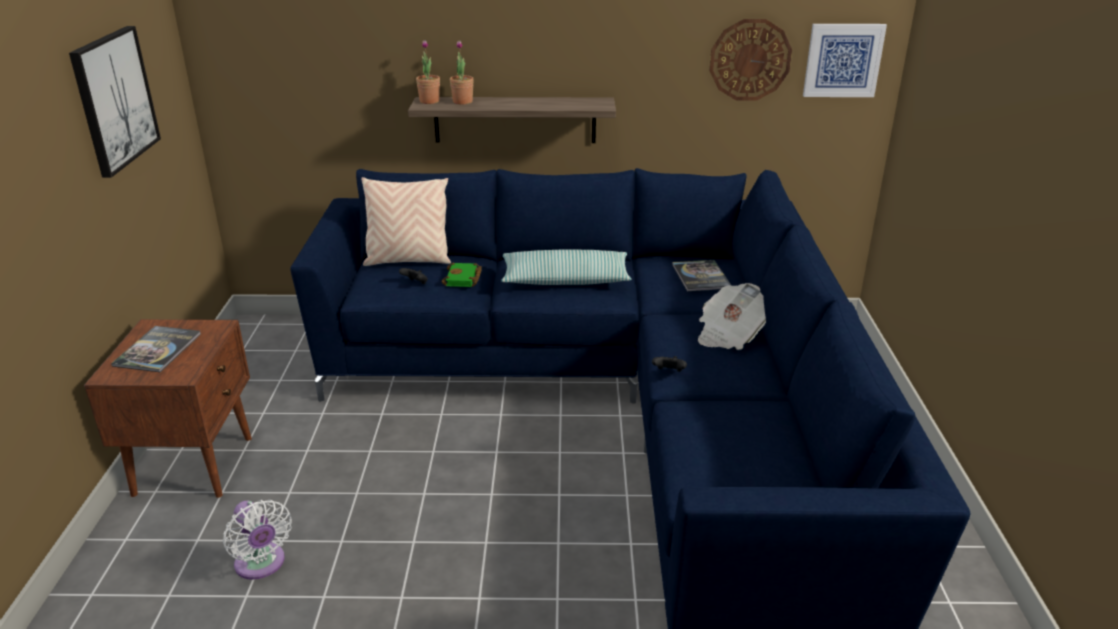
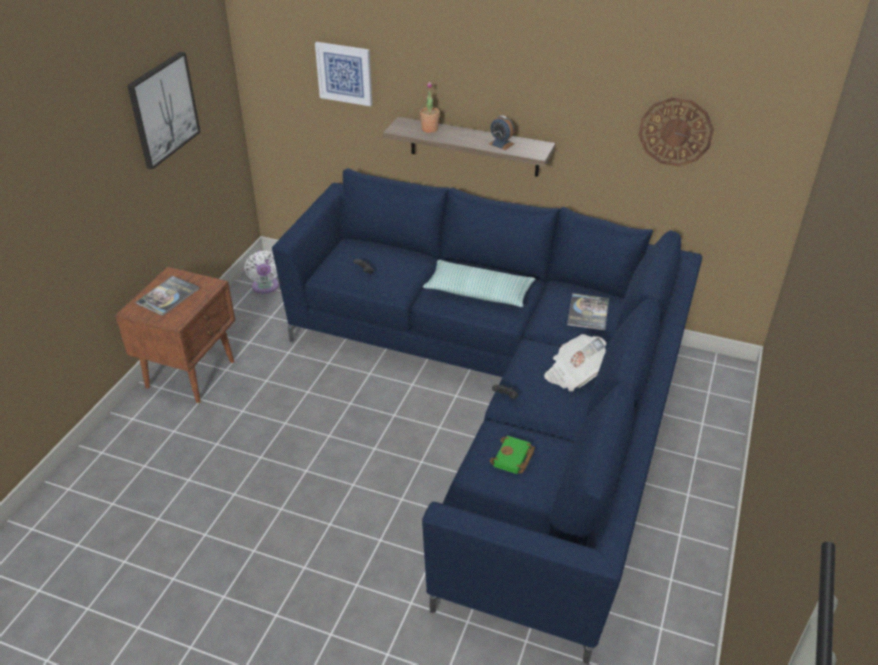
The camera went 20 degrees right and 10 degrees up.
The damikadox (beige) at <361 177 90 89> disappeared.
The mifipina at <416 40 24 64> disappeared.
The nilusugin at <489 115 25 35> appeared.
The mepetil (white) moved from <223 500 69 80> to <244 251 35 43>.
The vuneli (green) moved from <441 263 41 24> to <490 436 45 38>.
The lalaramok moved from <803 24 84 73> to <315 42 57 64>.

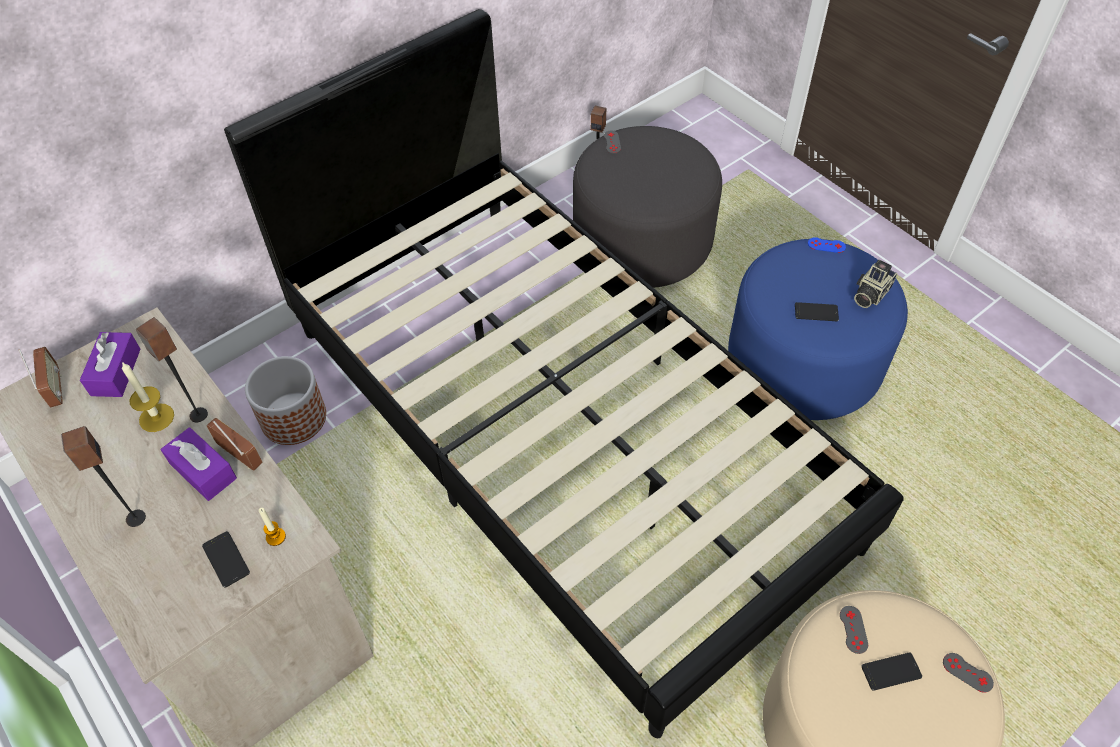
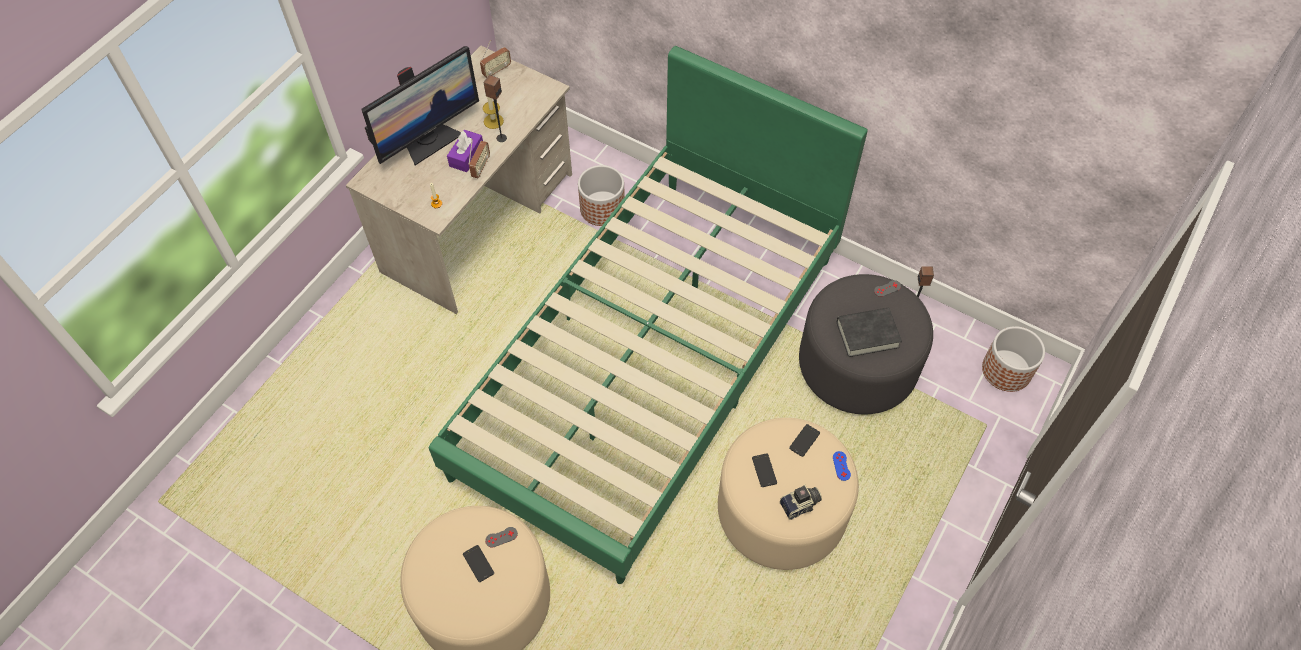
The camera went 70 degrees right and 5 degrees up.
The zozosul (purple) at <80 332 61 65> disappeared.
The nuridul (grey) at <943 653 51 40> disappeared.
The vuneli (black) at <837 308 65 49> appeared.
The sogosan at <982 326 63 66> appeared.
The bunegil moved from <202 531 48 57> to <789 424 31 33>.
The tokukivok at <61 426 85 101> was replaced by the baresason at <362 46 117 119>.
The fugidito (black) at <224 9 680 729> became the fugidito (green) at <429 46 439 538>.
The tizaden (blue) at <728 239 180 181> became the tizaden (beige) at <718 418 141 152>.
The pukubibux at <854 259 43 49> turned 135 degrees clockwise.

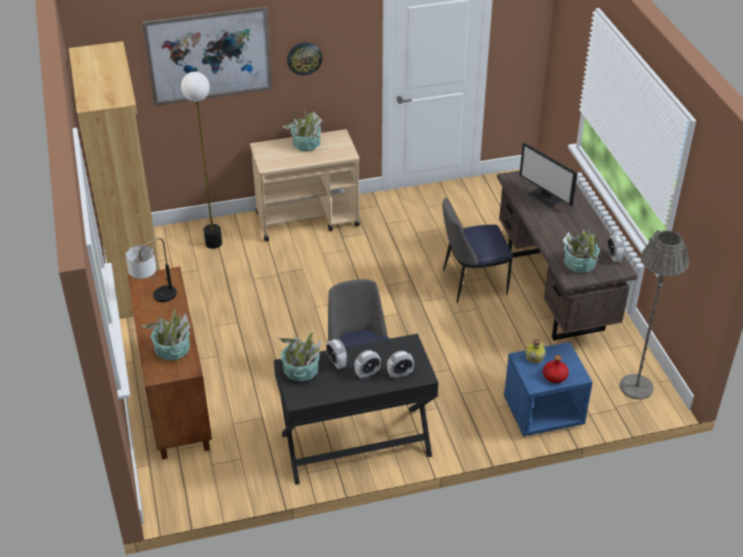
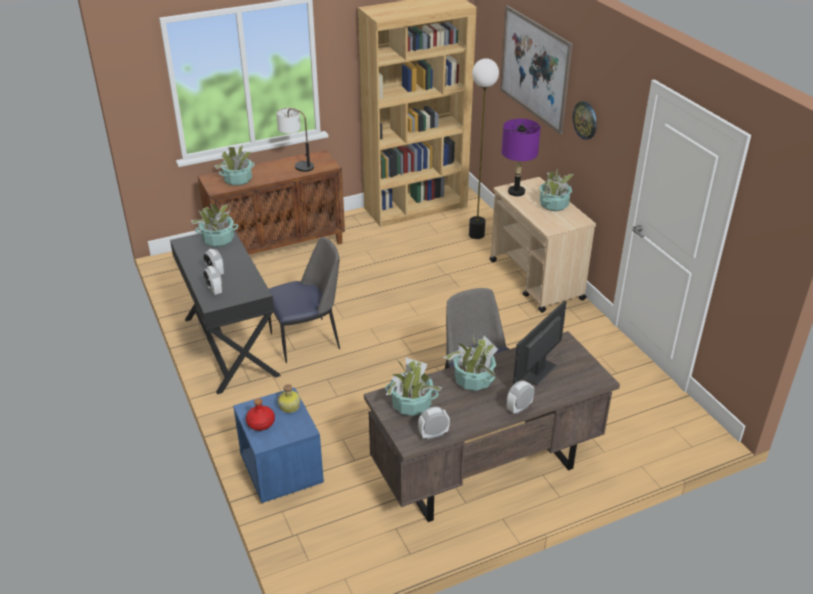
The camera went 80 degrees right and 5 degrees down.
The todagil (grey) at <620 230 69 169> disappeared.
The mifipina at <442 334 56 57> appeared.
The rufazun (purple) at <501 119 40 77> appeared.
The nilusugin moved from <326 339 21 30> to <507 381 27 33>.

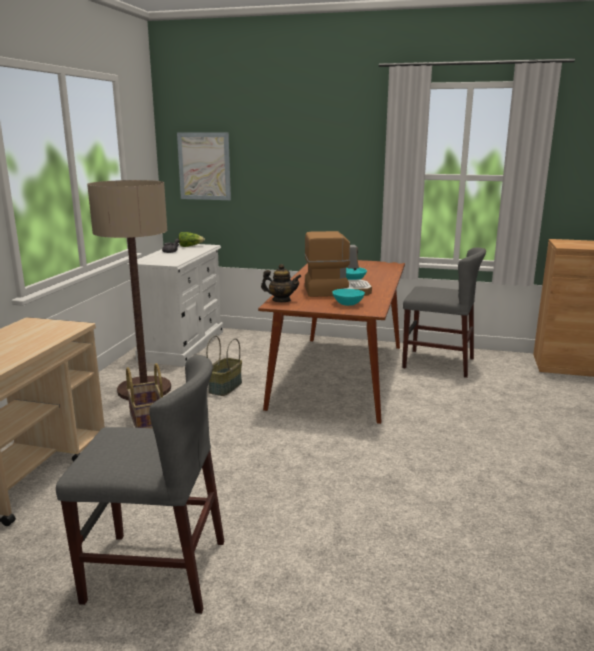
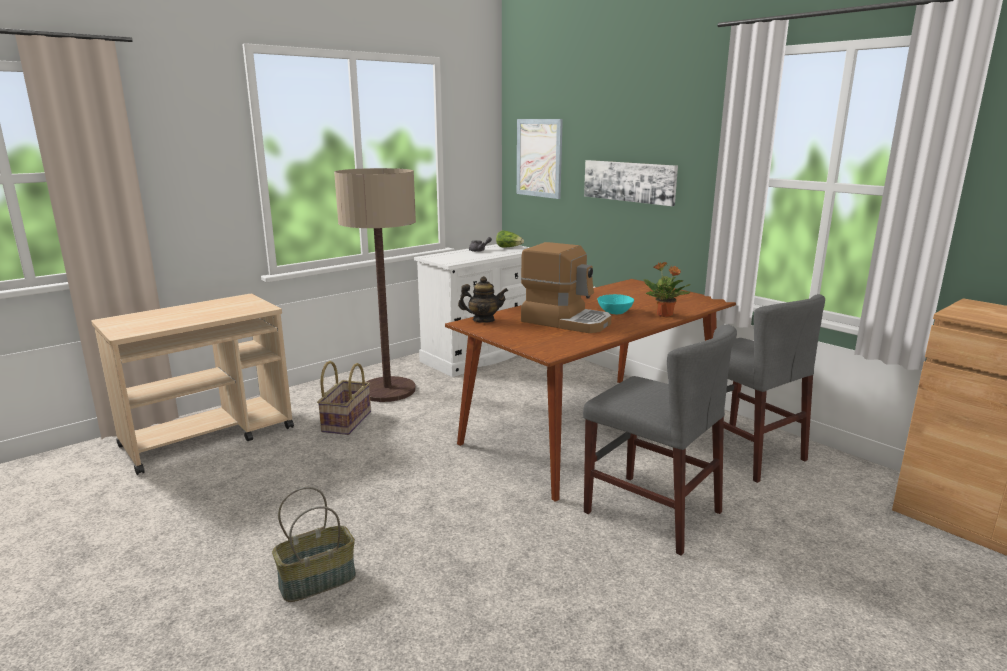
The camera went 35 degrees right and 0 degrees up.
The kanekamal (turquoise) at <332 289 33 17> disappeared.
The lalaramok at <584 160 94 46> appeared.
The mifipina at <644 262 47 55> appeared.
The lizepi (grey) moved from <56 355 168 259> to <583 324 154 232>.
The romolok moved from <206 336 36 60> to <272 487 84 115>.
The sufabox at <261 264 41 38> turned 45 degrees counterclockwise.

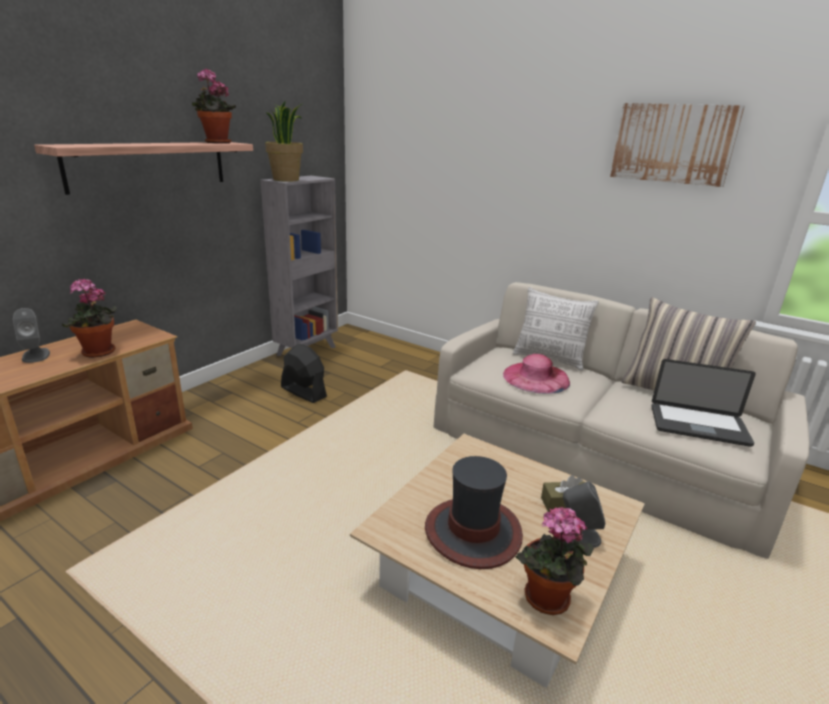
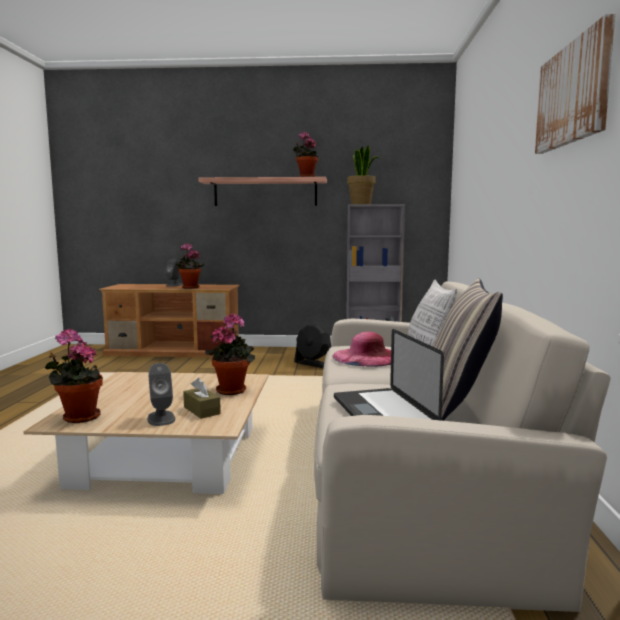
The camera went 60 degrees right and 15 degrees down.
The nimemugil at <425 456 98 113> disappeared.
The mifipina at <205 313 50 82> appeared.
The mepetil (black) at <281 344 46 59> turned 120 degrees clockwise.

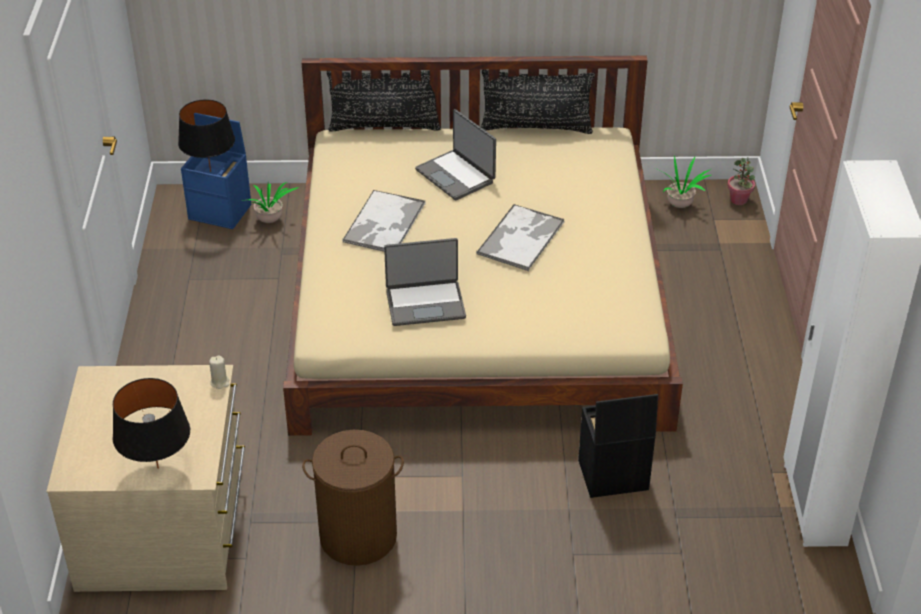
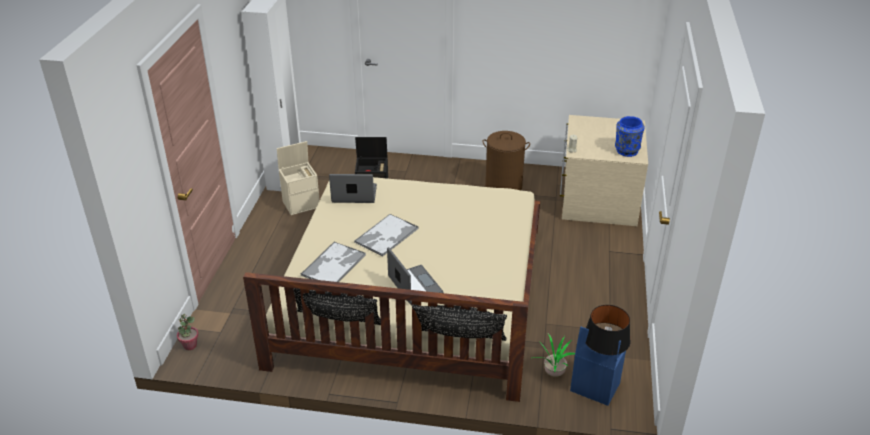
The camera went 170 degrees left and 5 degrees down.
The rufazun (black) at <113 378 77 91> disappeared.
The mifipina at <658 155 53 53> disappeared.
The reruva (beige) at <277 141 43 74> appeared.
The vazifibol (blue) at <615 116 30 41> appeared.
The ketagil moved from <342 190 83 62> to <300 241 66 41>.
The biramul moved from <384 238 82 88> to <329 174 48 29>.

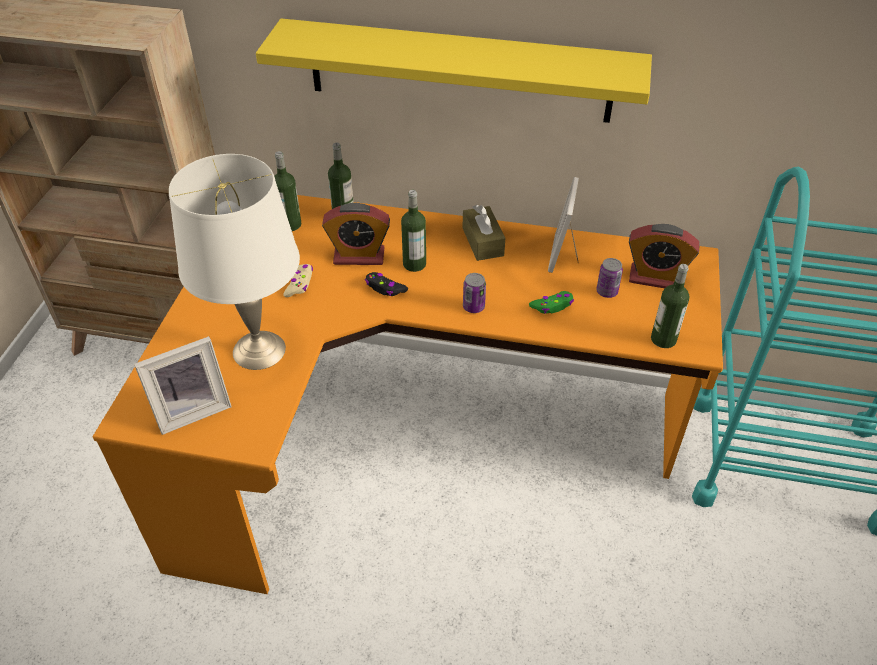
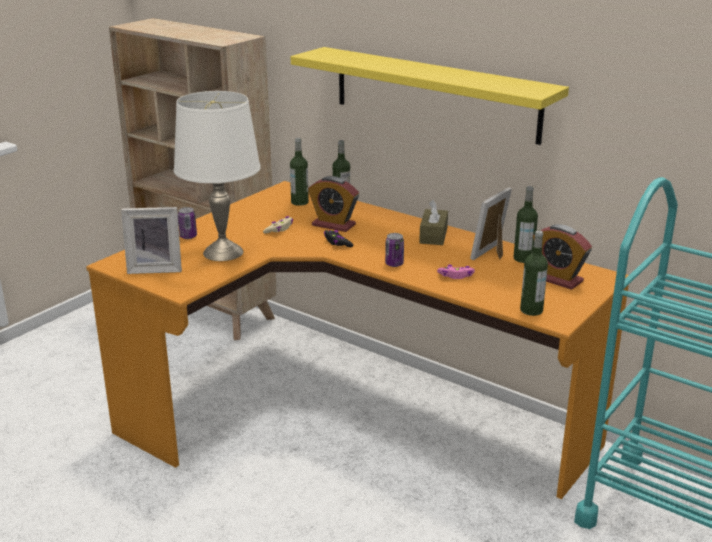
The camera went 25 degrees right and 20 degrees down.
The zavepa moved from <401 190 25 82> to <514 186 24 77>.
The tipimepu moved from <596 258 27 40> to <178 207 19 32>.
The nuridul (green) at <529 291 45 23> became the nuridul (pink) at <437 265 38 14>.

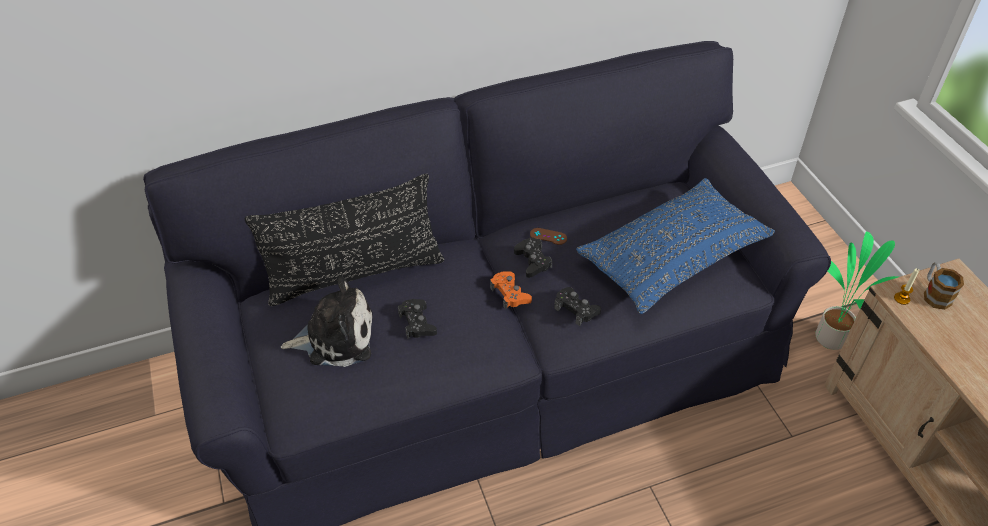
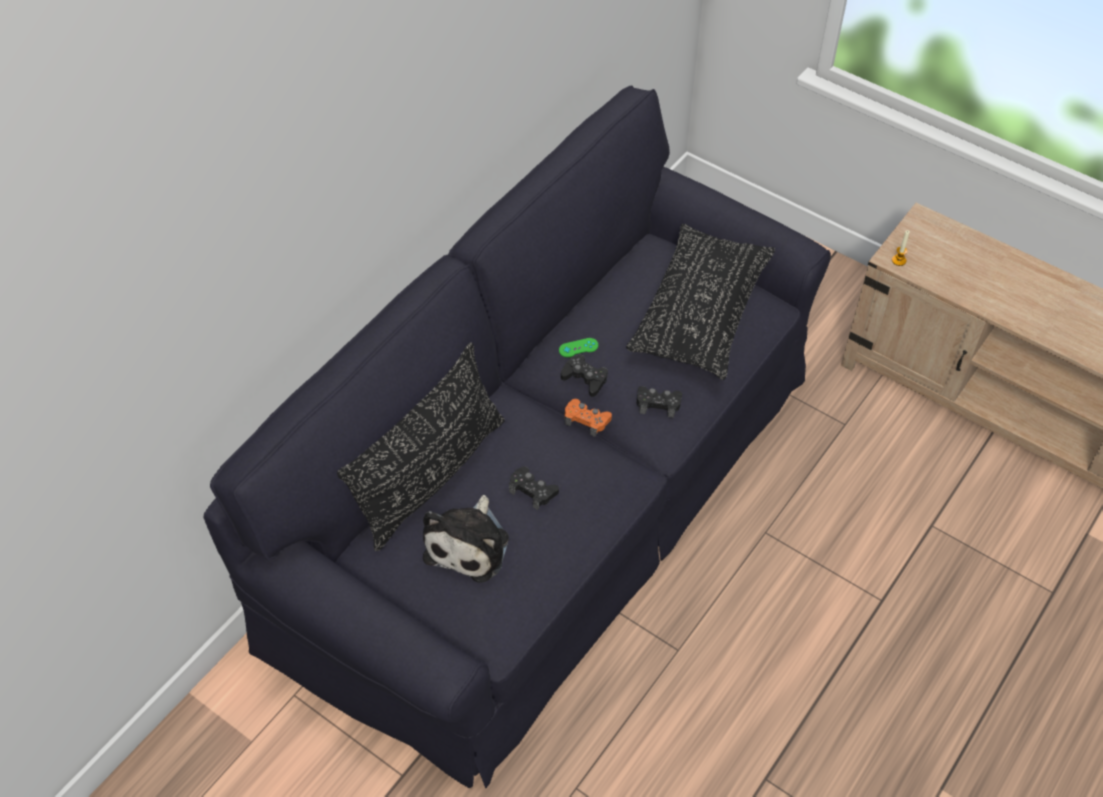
The camera went 35 degrees left and 5 degrees up.
The mifipina at <815 231 83 119> disappeared.
The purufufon at <924 262 40 48> disappeared.
The nuridul (brown) at <530 228 37 17> became the nuridul (green) at <559 338 39 19>.
The damikadox (blue) at <576 178 199 136> became the damikadox (black) at <626 224 149 156>.
The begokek at <281 276 92 91> turned 150 degrees clockwise.

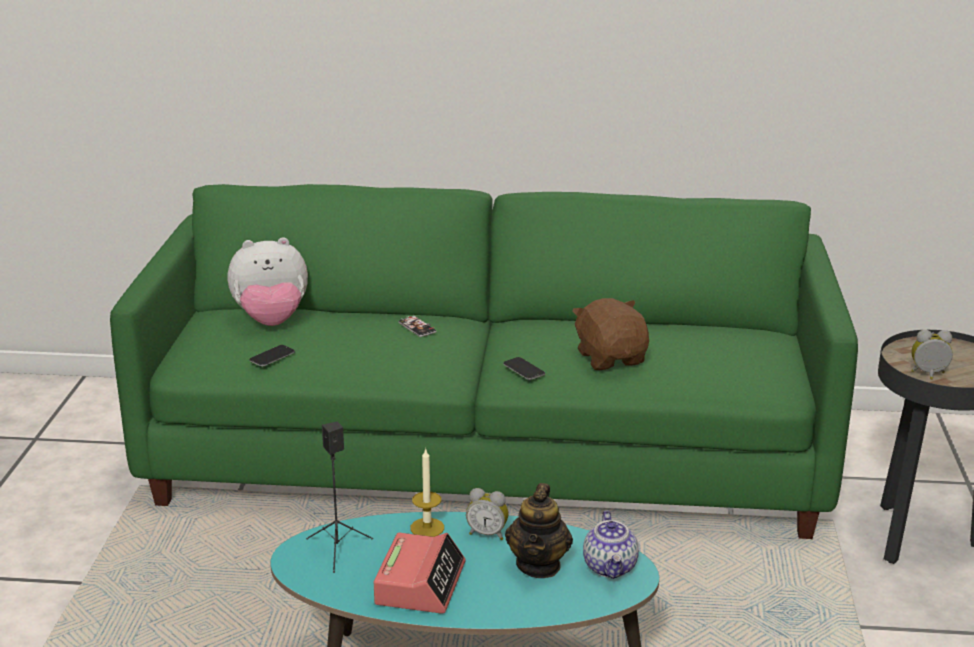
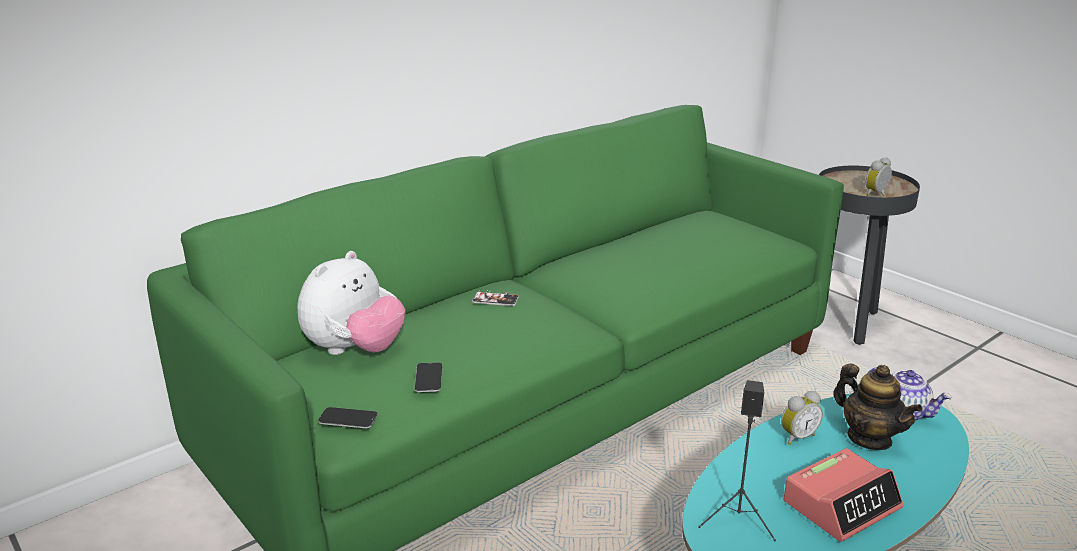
The camera went 45 degrees left and 0 degrees up.
The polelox at <410 448 34 89> disappeared.
The begokek (brown) at <572 298 77 72> disappeared.
The bunegil moved from <503 357 42 23> to <318 407 60 22>.
The nilusugin at <374 533 91 81> turned 90 degrees clockwise.

